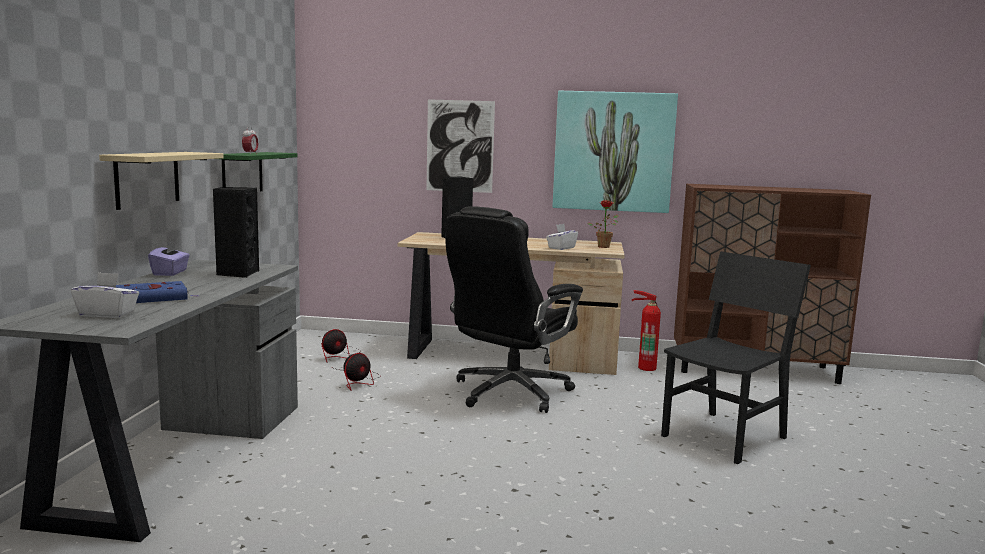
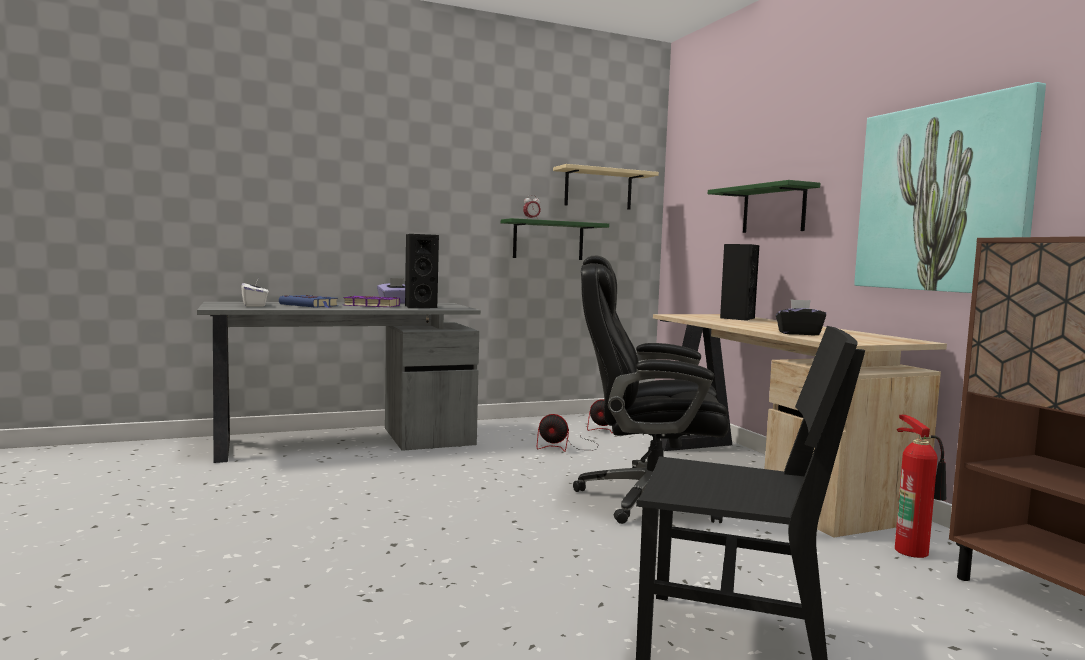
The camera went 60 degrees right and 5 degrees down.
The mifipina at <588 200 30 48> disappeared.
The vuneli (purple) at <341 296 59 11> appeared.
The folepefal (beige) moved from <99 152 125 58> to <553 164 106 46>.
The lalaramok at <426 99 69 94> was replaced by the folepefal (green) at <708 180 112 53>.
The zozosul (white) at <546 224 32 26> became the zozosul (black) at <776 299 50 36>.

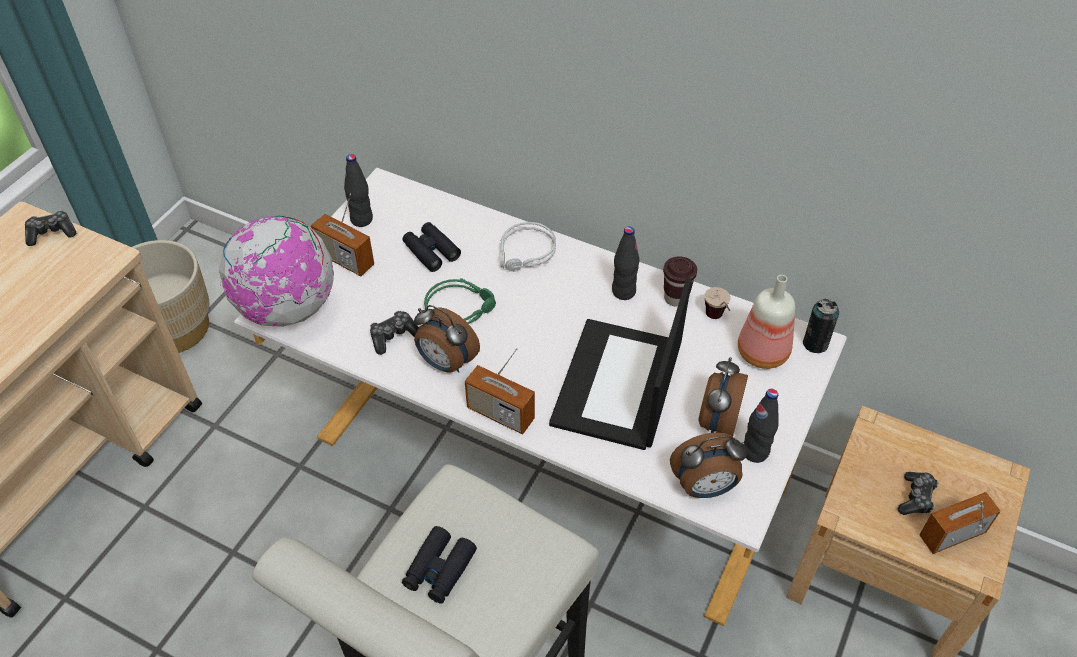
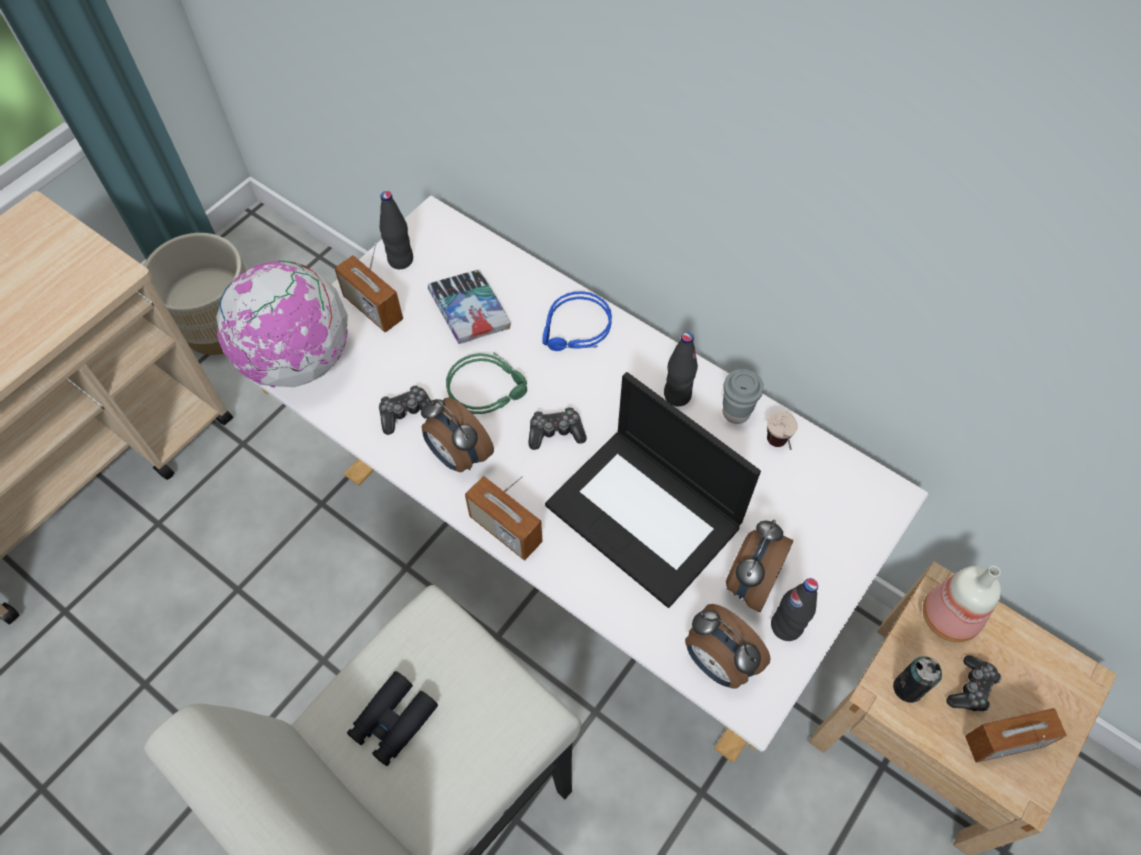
The camera went 10 degrees right and 10 degrees up.
The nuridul moved from <25 210 51 36> to <529 407 58 43>.
The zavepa moved from <738 275 57 94> to <923 566 79 76>.
The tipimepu moved from <803 298 36 55> to <893 656 49 47>.
The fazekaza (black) at <402 222 59 50> was replaced by the vuneli at <428 270 83 74>.
The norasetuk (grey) at <500 222 56 50> became the norasetuk (blue) at <542 291 70 60>.
The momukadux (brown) at <663 256 34 51> became the momukadux (grey) at <723 369 41 55>.
The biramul at <549 277 143 173> turned 75 degrees counterclockwise.
The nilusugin at <670 432 77 66> turned 45 degrees clockwise.

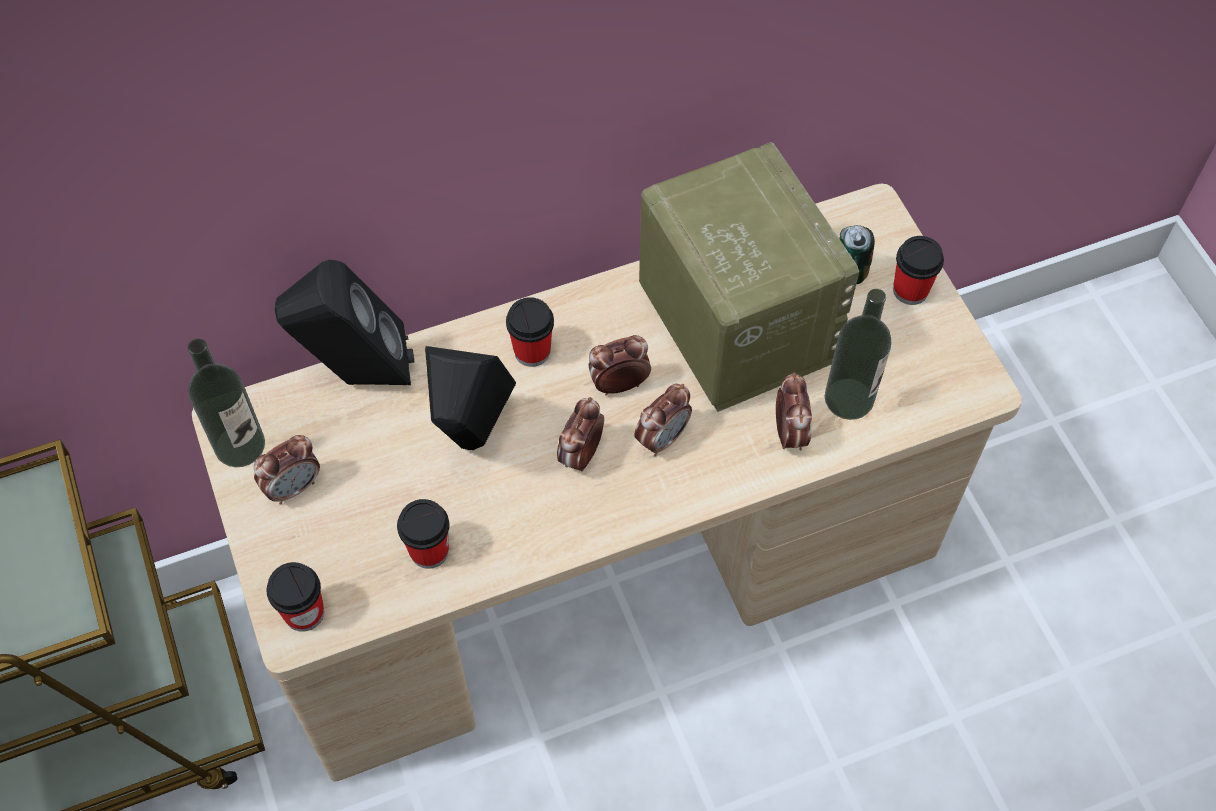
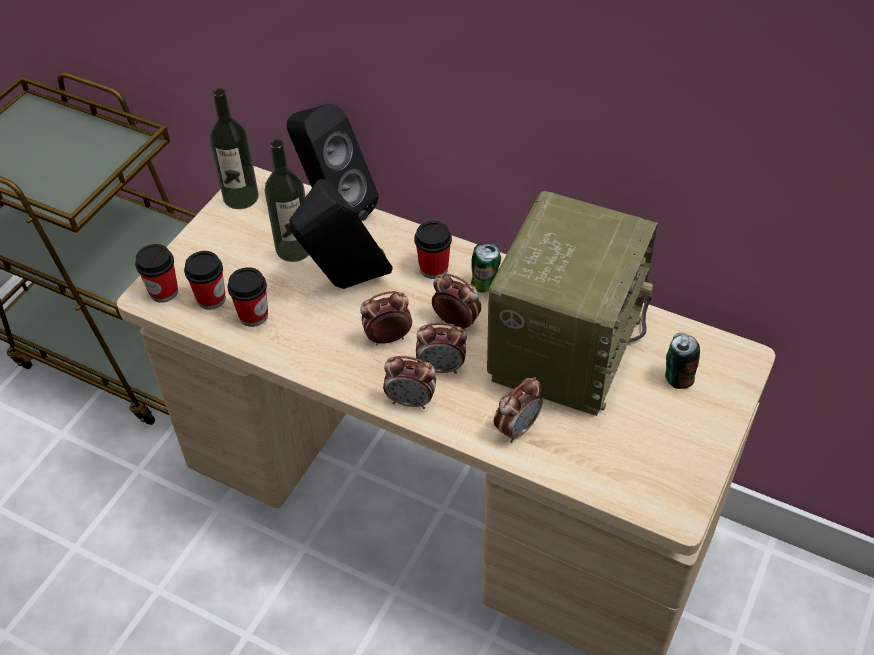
The camera went 50 degrees right and 10 degrees down.
The tipimepu at <471 243 30 50> appeared.
The nilusugin moved from <254 435 66 70> to <383 356 53 53>.
The zavepa moved from <825 289 67 131> to <265 139 44 123>.
The momukadux moved from <893 236 51 69> to <184 251 42 59>.

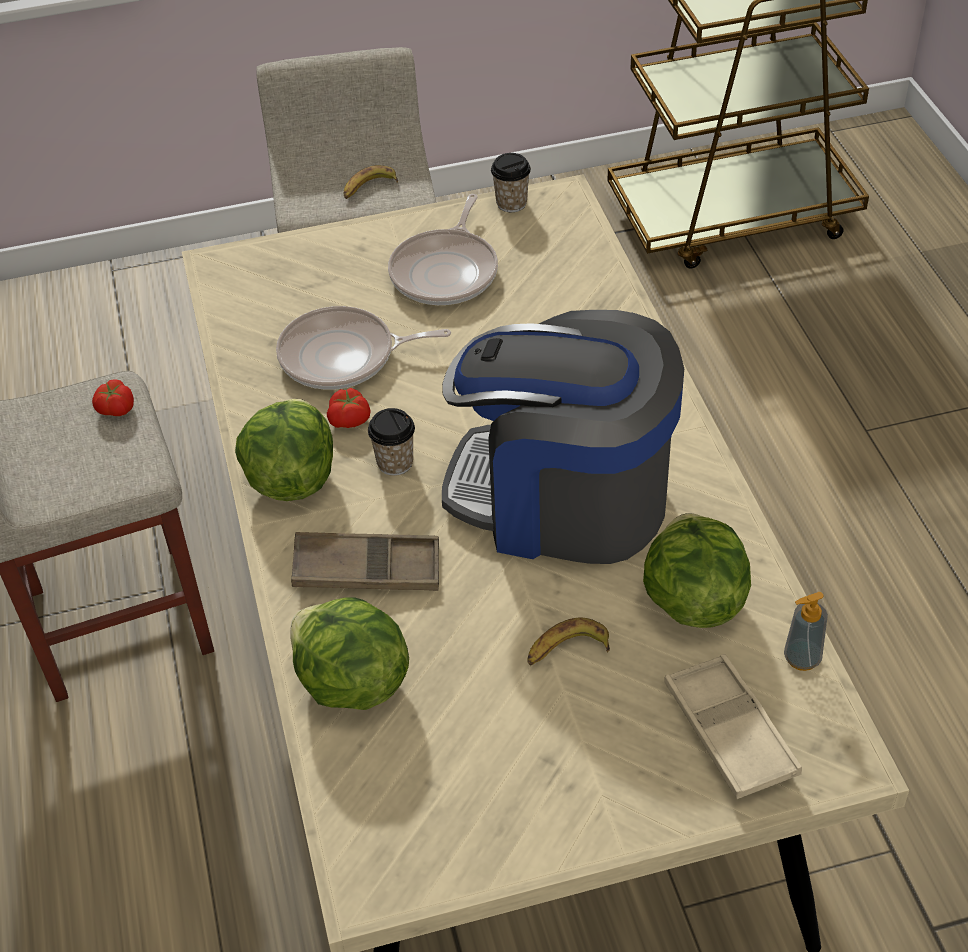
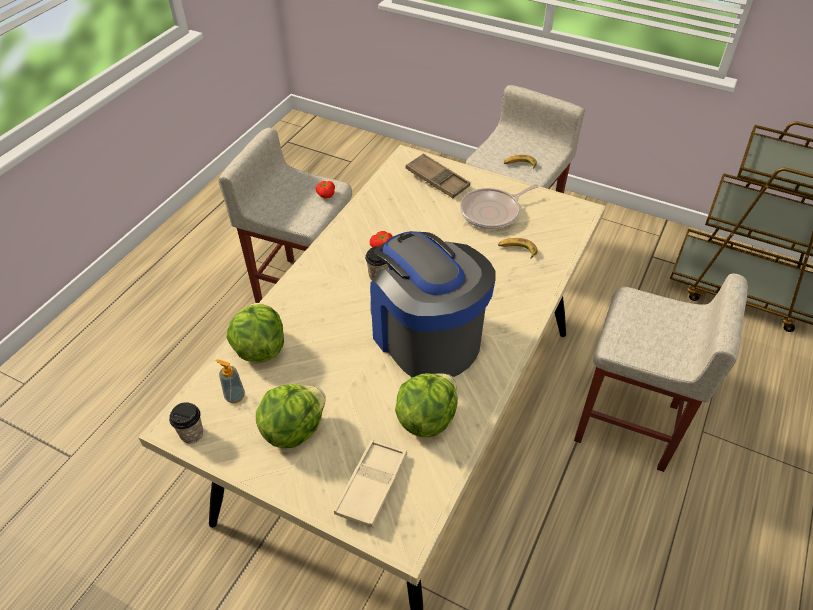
The camera went 40 degrees right and 0 degrees up.
The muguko at <276 306 175 84> disappeared.
The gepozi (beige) at <574 274 174 198> appeared.
The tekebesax moved from <235 399 98 102> to <256 384 70 64>.
The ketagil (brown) moved from <291 532 148 59> to <406 153 64 45>.
The momukadux moved from <491 153 40 59> to <169 402 34 41>.
The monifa moved from <527 618 83 47> to <498 238 40 21>.
The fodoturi moved from <784 592 44 79> to <215 359 30 44>.

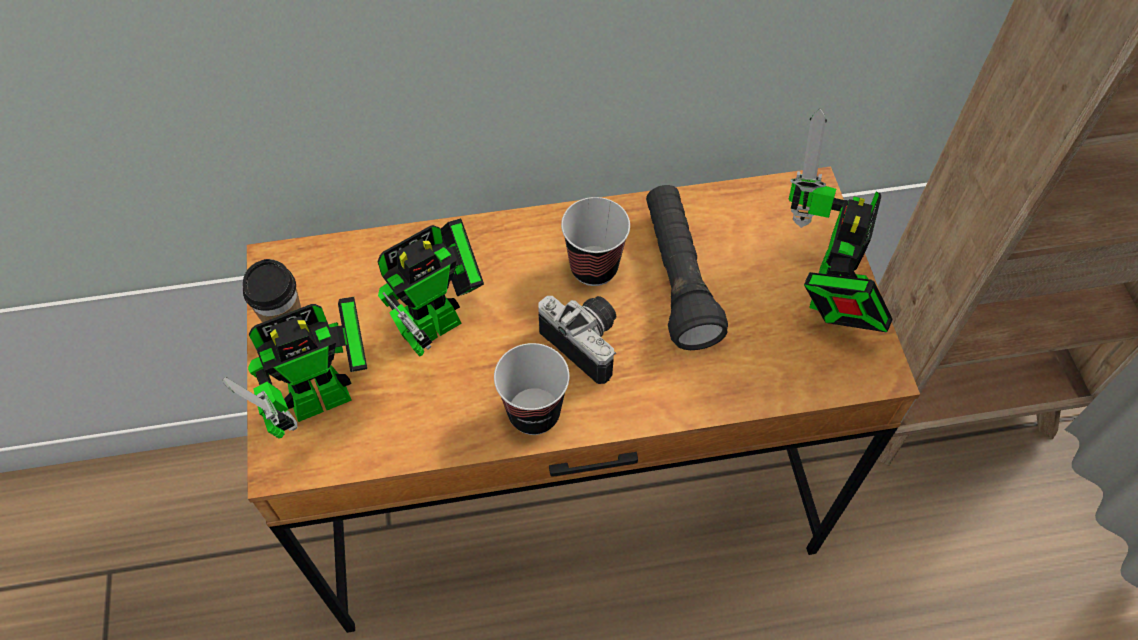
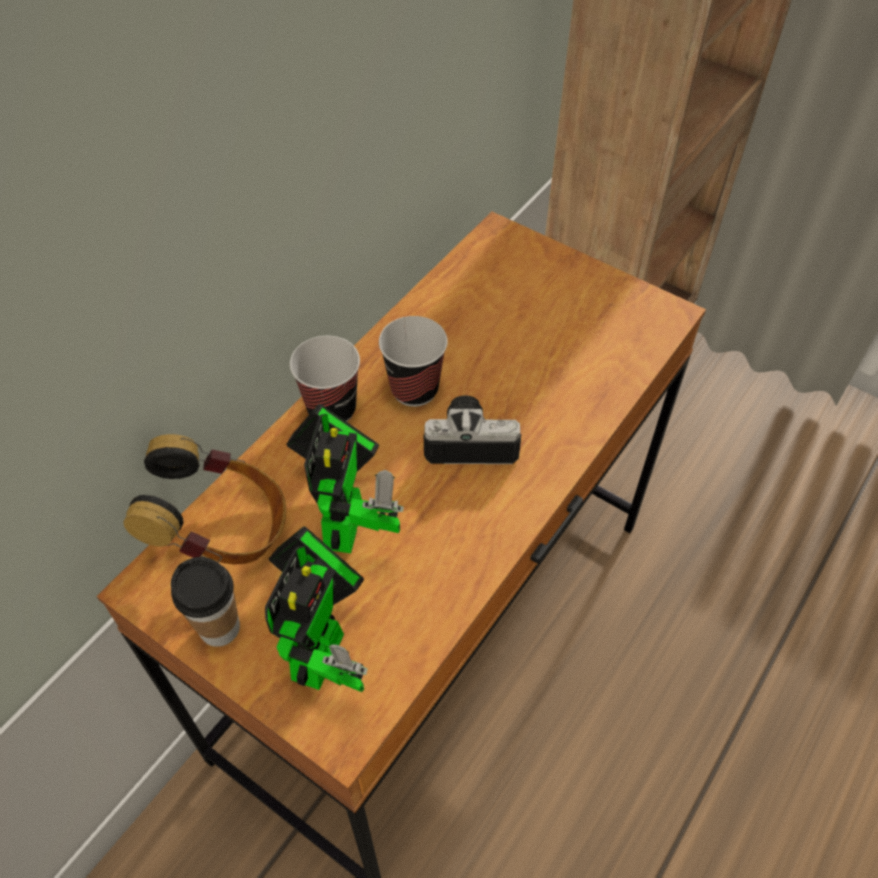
The camera went 45 degrees left and 5 degrees down.
The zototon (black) at <646 185 82 165> disappeared.
The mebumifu at <789 108 104 224> disappeared.
The norasetuk at <124 434 162 130> appeared.
The momukadux moved from <494 343 76 92> to <290 336 70 86>.

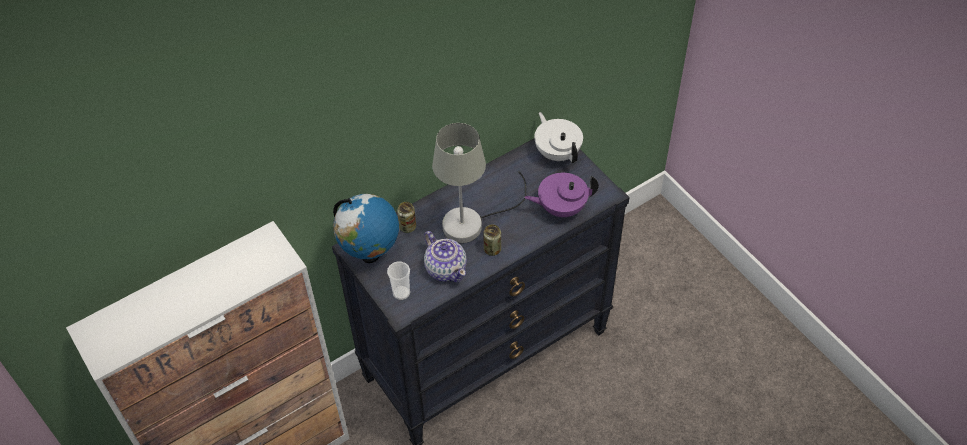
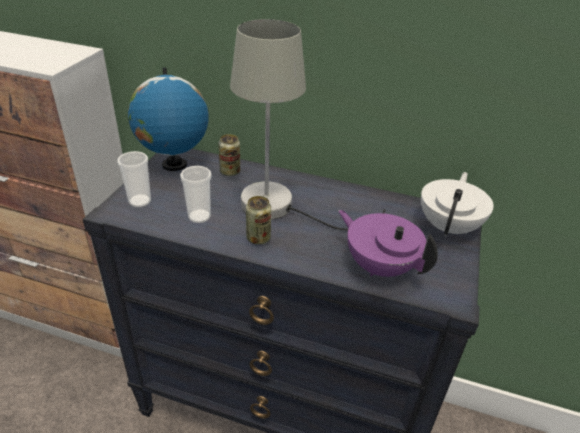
The camera went 50 degrees right and 15 degrees down.
The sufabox at <424 231 43 51> was replaced by the momukadux at <180 166 31 57>.

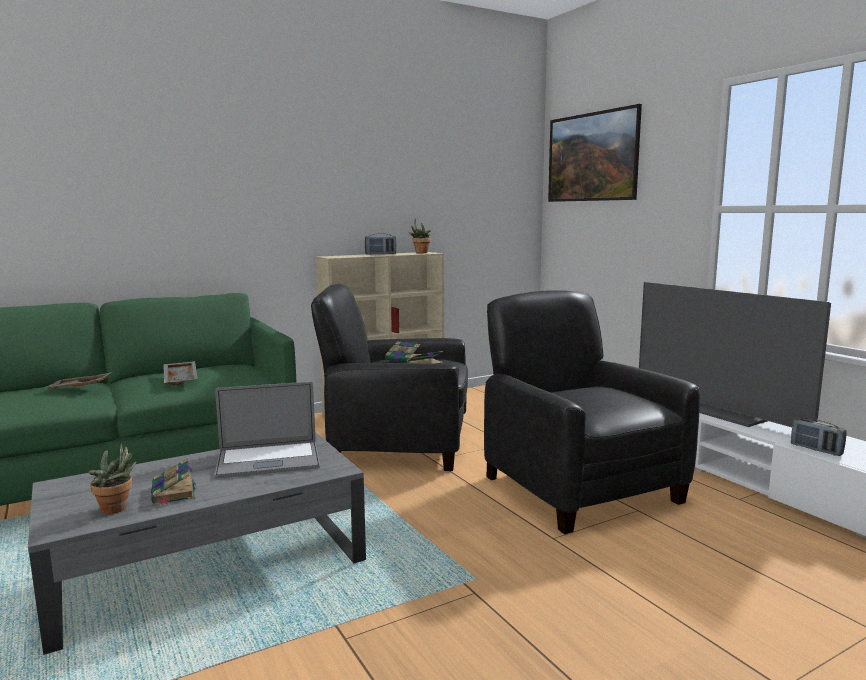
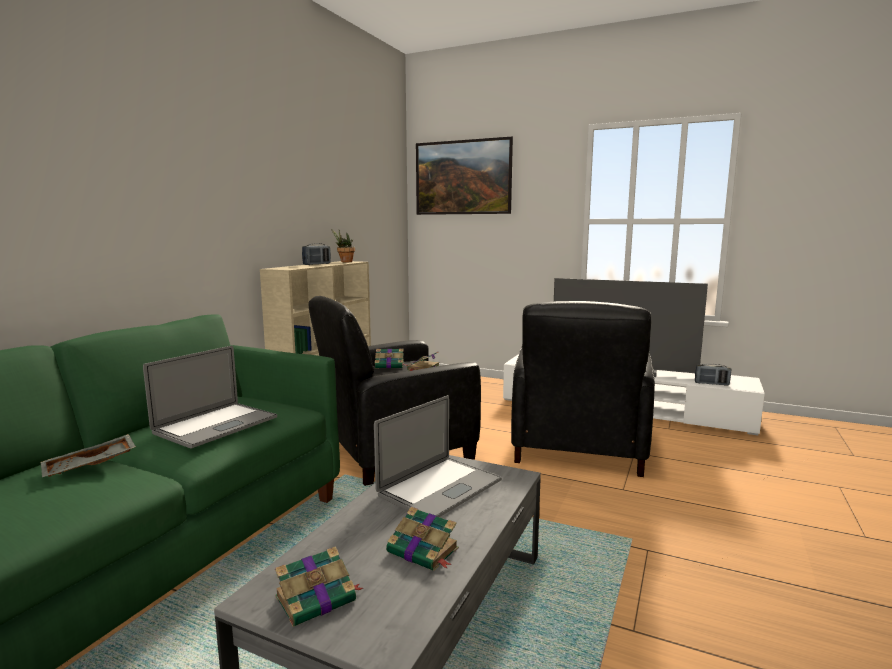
The camera went 35 degrees left and 0 degrees up.
The mifipina at <88 443 49 71> disappeared.
The vuneli at <275 546 88 81> appeared.
The ketagil (grey) at <163 361 35 24> was replaced by the biramul at <143 345 134 103>.
The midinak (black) at <484 291 216 243> turned 105 degrees counterclockwise.

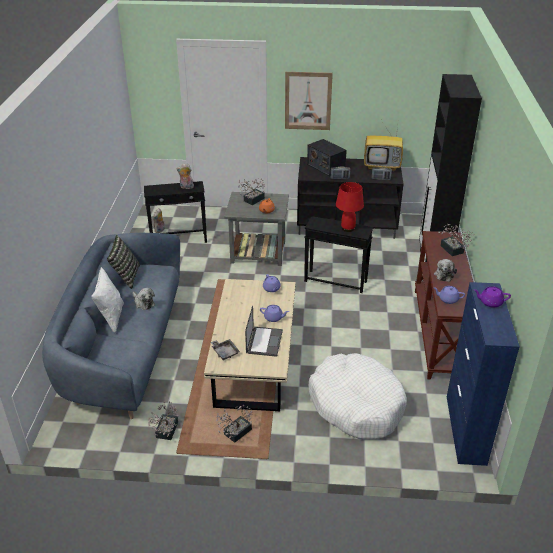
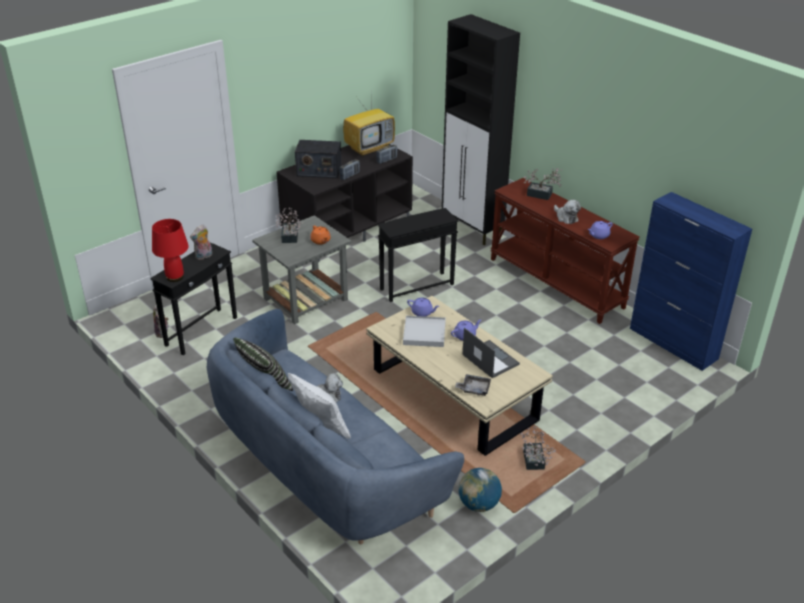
The camera went 45 degrees left and 0 degrees up.
The lalaramok at <285 72 48 58> disappeared.
The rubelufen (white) at <309 353 98 87> disappeared.
The sufabox (purple) at <474 286 37 22> disappeared.
The ketagil (white) at <403 316 43 31> appeared.
The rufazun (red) moved from <336 182 28 50> to <152 219 37 63>.
The mifipina at <148 401 30 39> was replaced by the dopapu at <458 468 44 44>.

